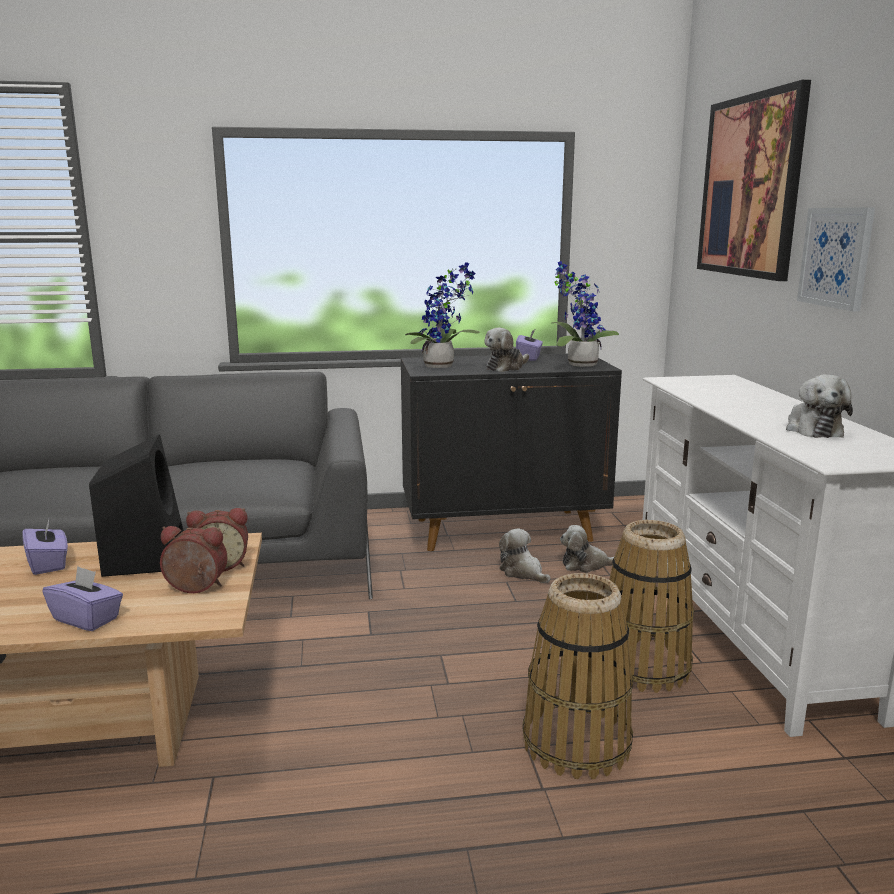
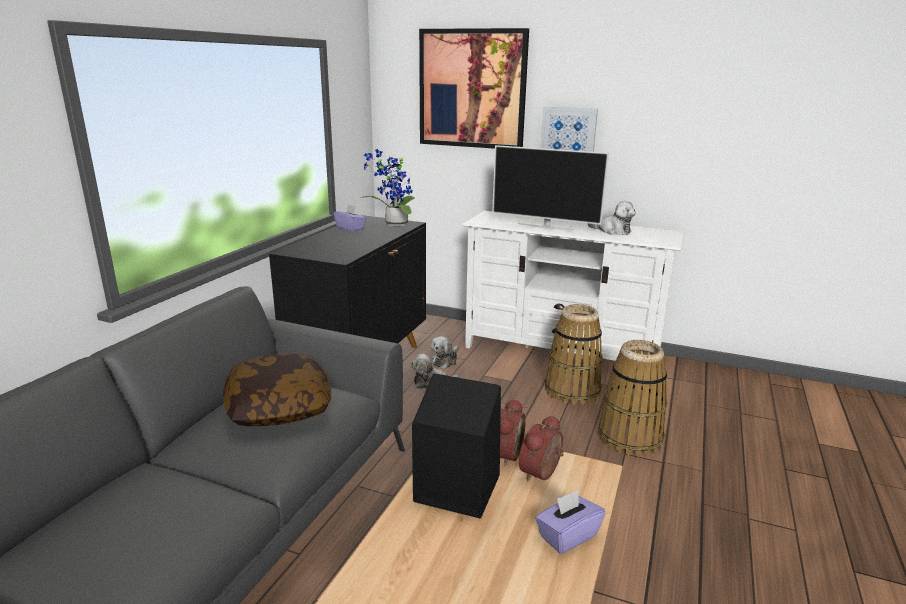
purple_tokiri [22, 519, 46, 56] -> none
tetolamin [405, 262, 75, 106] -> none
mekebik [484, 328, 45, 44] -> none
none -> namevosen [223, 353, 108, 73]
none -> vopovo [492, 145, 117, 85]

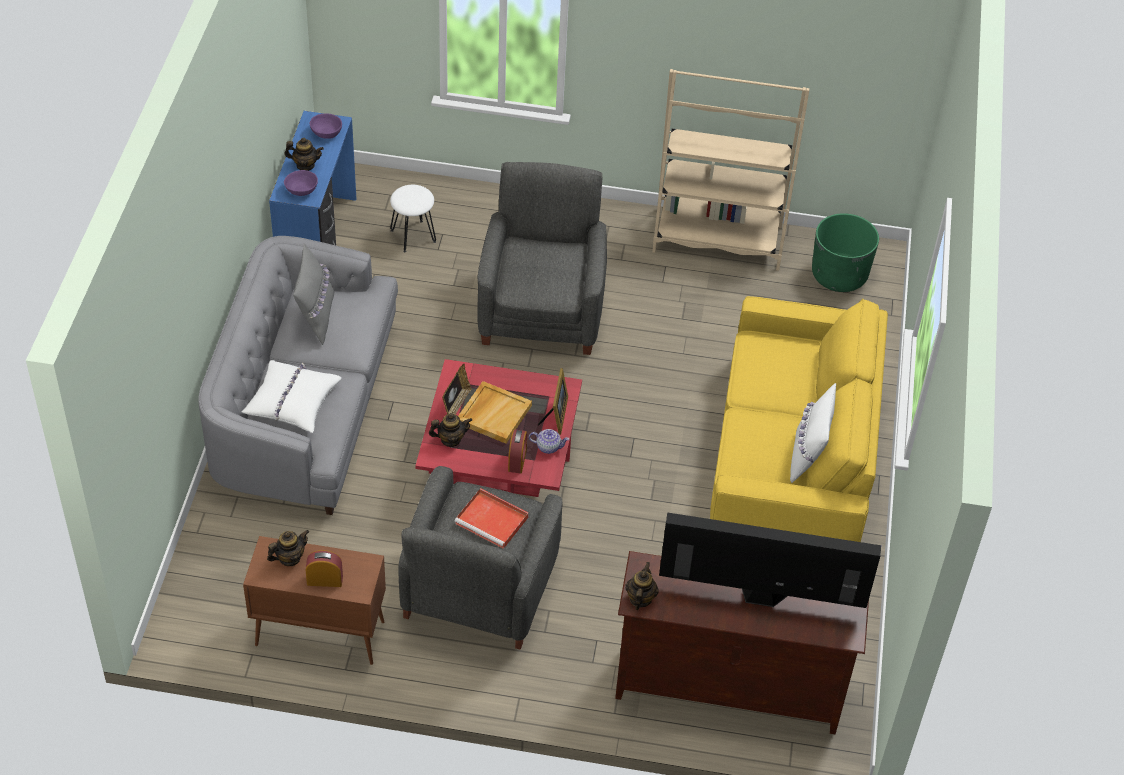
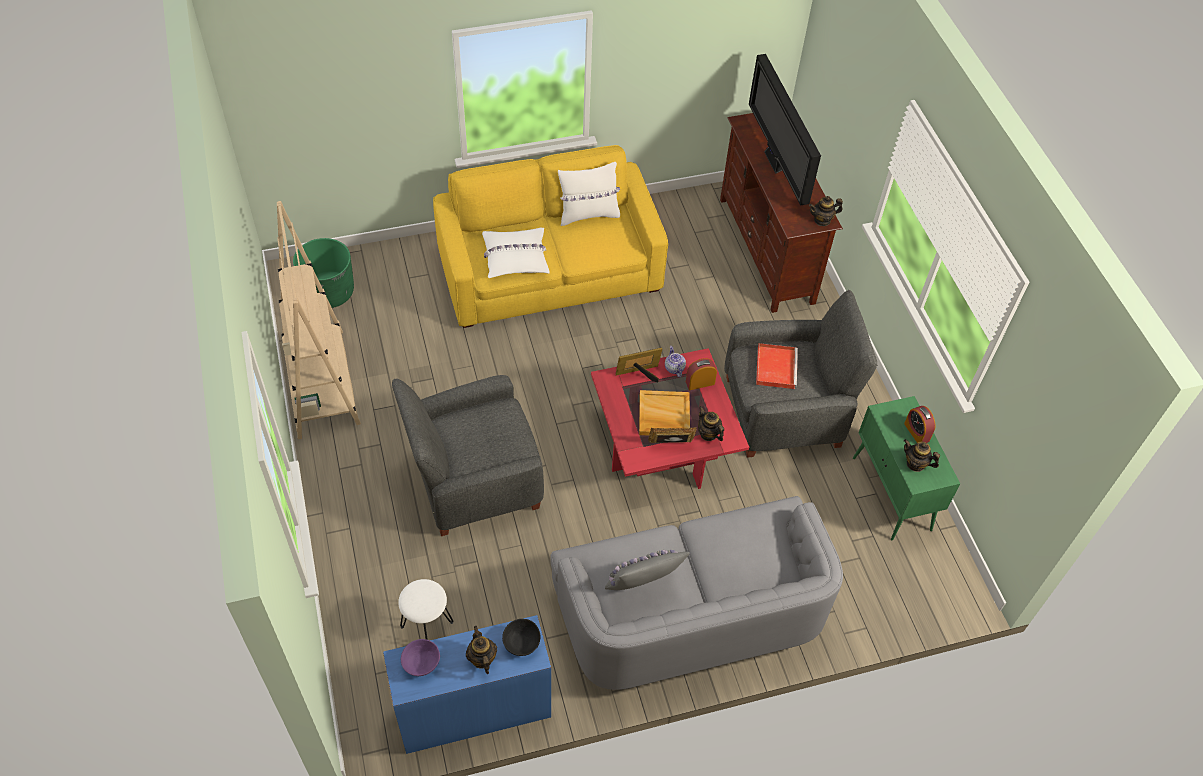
white_namevosen [241, 360, 101, 73] -> white_namevosen [482, 228, 68, 50], relocated
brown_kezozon [243, 536, 143, 129] -> green_kezozon [853, 396, 107, 144]
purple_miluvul [284, 170, 34, 26] -> black_miluvul [502, 619, 39, 37]

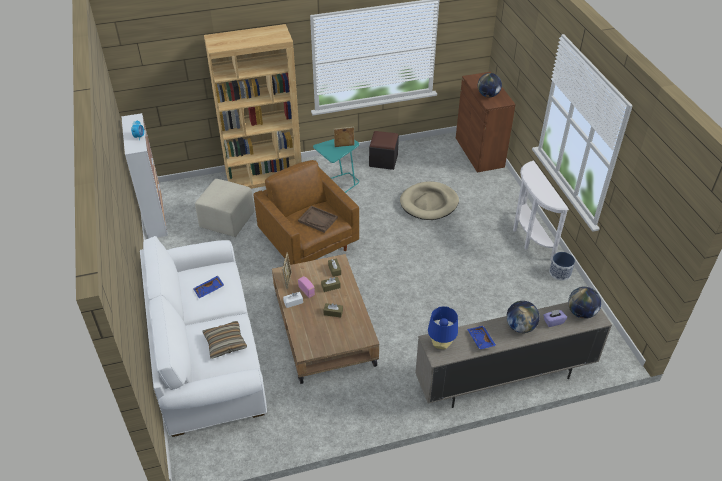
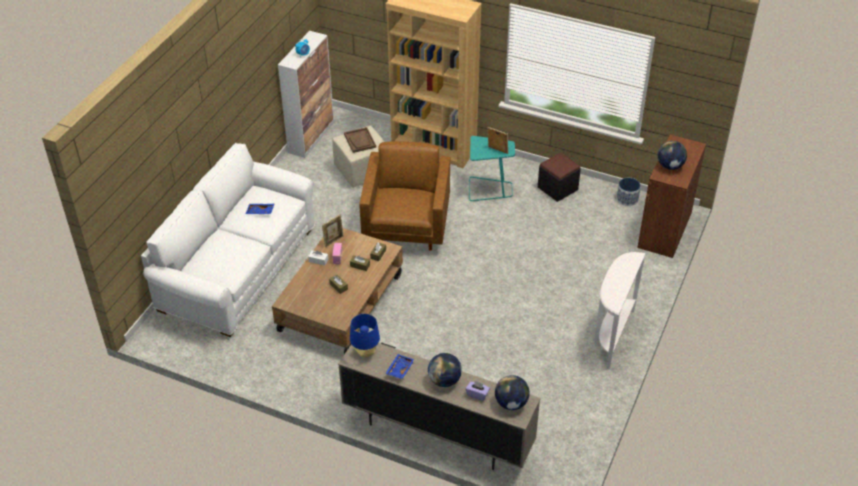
namevosen [202, 321, 45, 38] -> none
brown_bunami [298, 206, 40, 27] -> brown_bunami [344, 127, 32, 26], relocated
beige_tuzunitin [400, 181, 59, 39] -> none
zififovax [549, 252, 26, 29] -> zififovax [617, 178, 24, 28], relocated

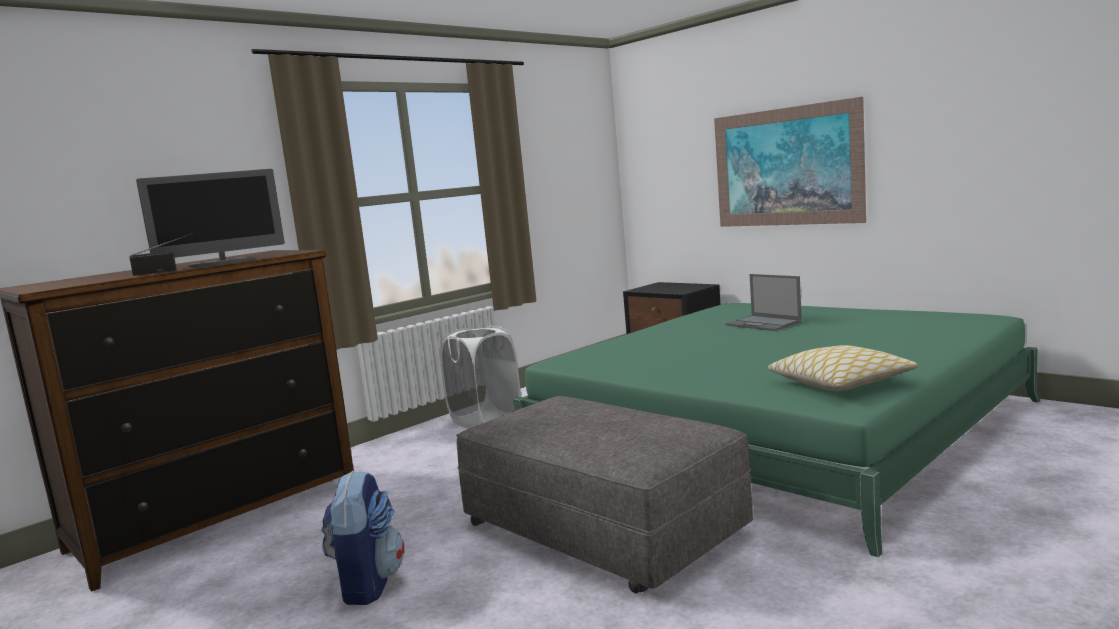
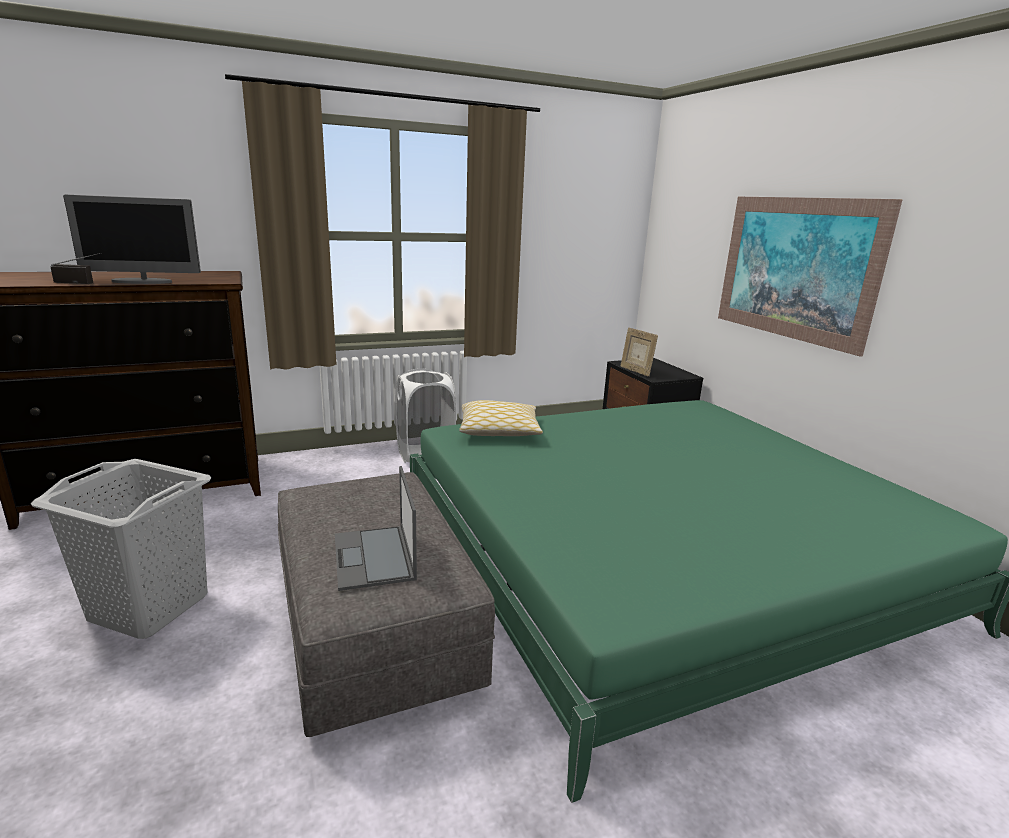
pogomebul [321, 471, 84, 134] -> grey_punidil [31, 459, 181, 180]
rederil [726, 274, 76, 57] -> rederil [335, 466, 82, 125], relocated
namevosen [768, 345, 150, 46] -> namevosen [459, 400, 84, 36], relocated
none -> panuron [620, 328, 38, 48]

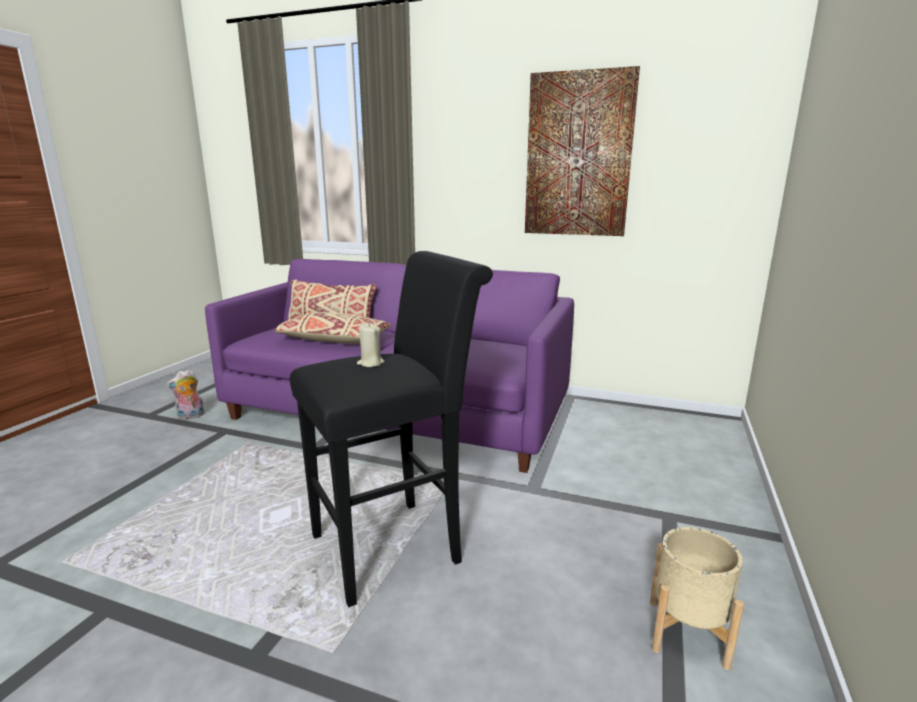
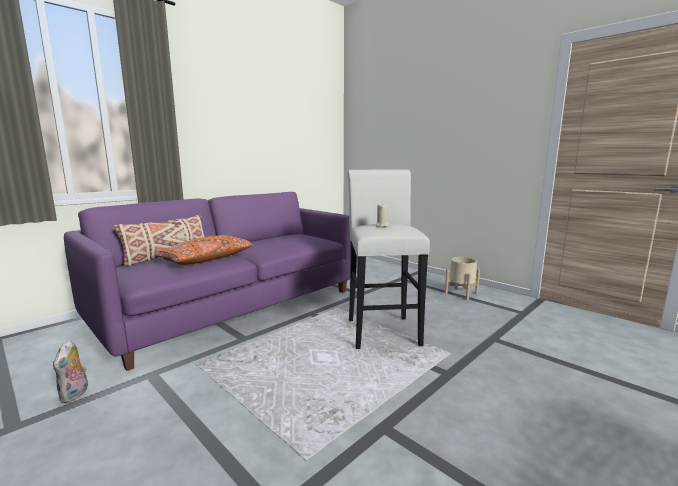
beige_namevosen [274, 312, 117, 32] -> orange_namevosen [154, 235, 101, 30]
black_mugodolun [290, 251, 203, 356] -> white_mugodolun [348, 170, 82, 179]
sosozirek [525, 66, 115, 170] -> none

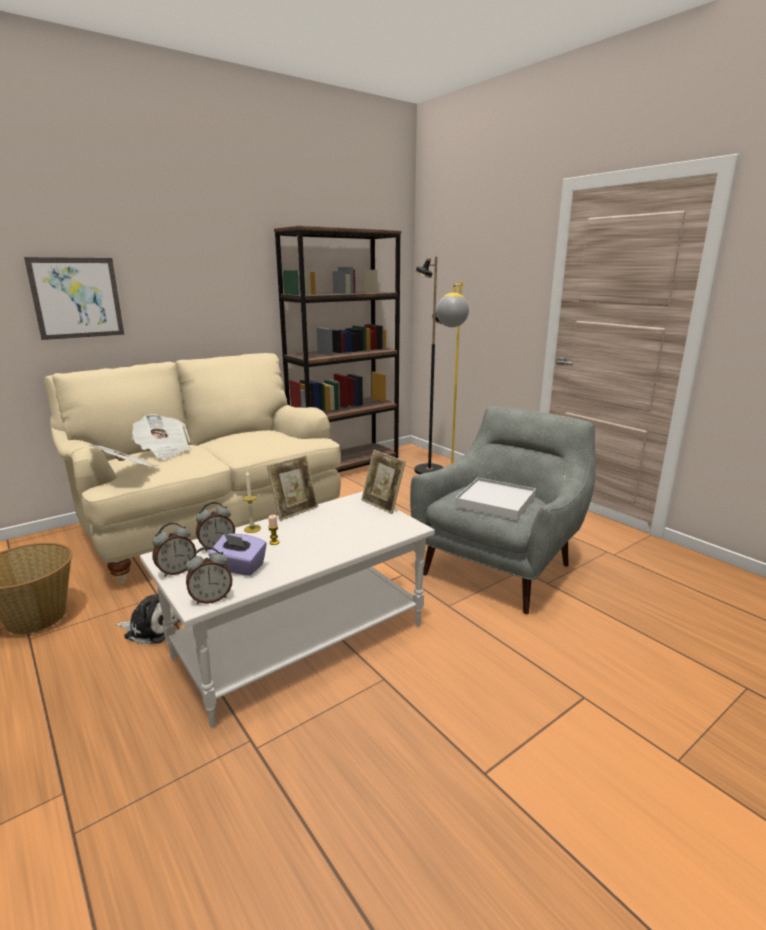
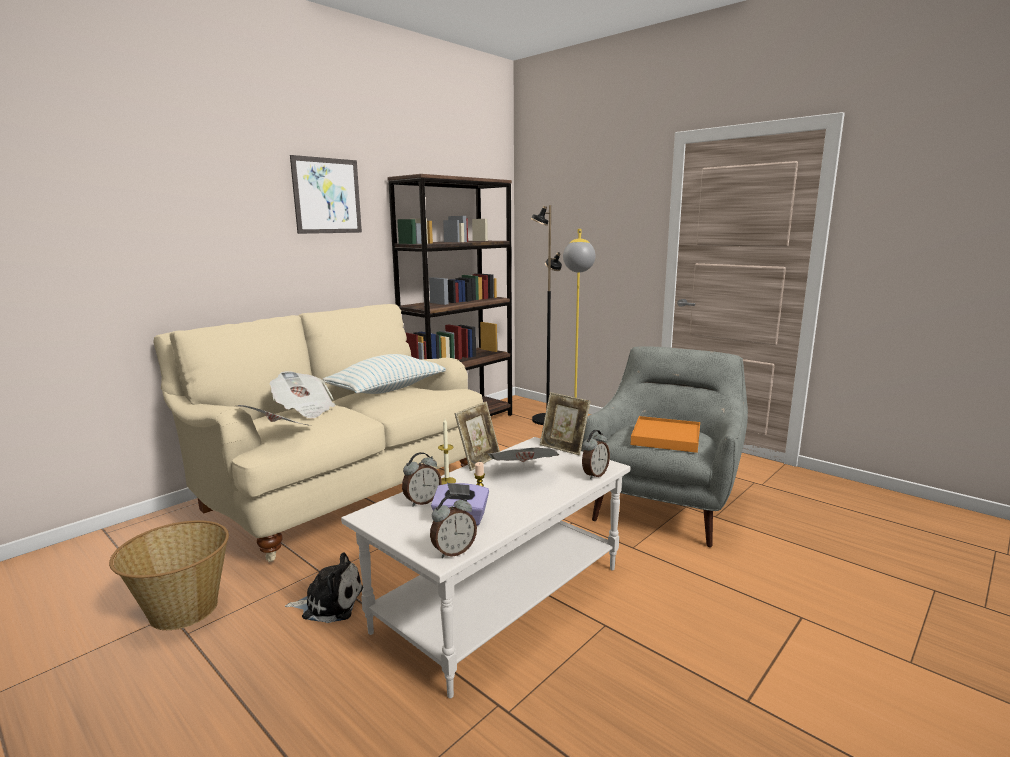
sosozirek [24, 257, 100, 83] -> sosozirek [290, 155, 72, 79], relocated
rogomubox [152, 523, 44, 54] -> rogomubox [582, 430, 28, 49], relocated
white_bunami [455, 478, 81, 42] -> orange_bunami [630, 416, 70, 37]
none -> namevosen [323, 354, 123, 40]
none -> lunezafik [488, 448, 71, 14]

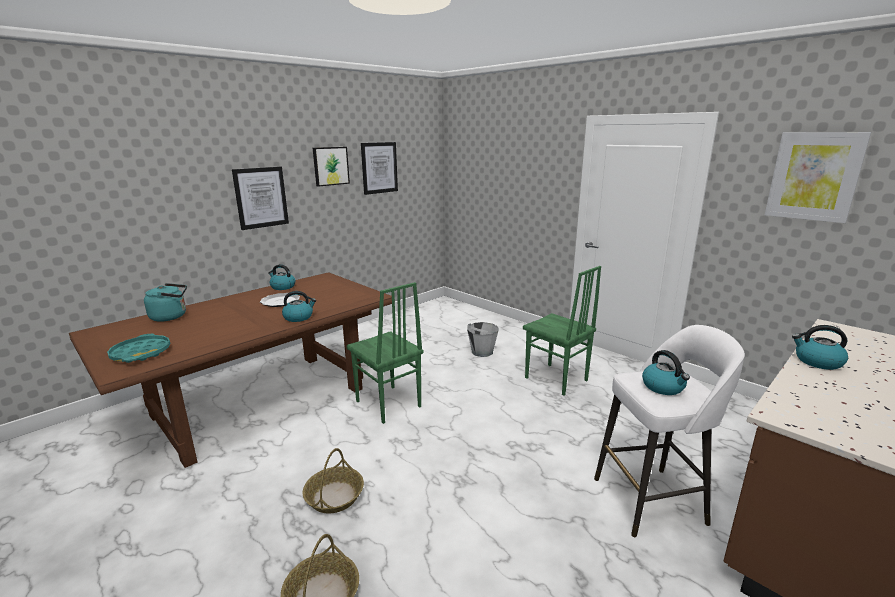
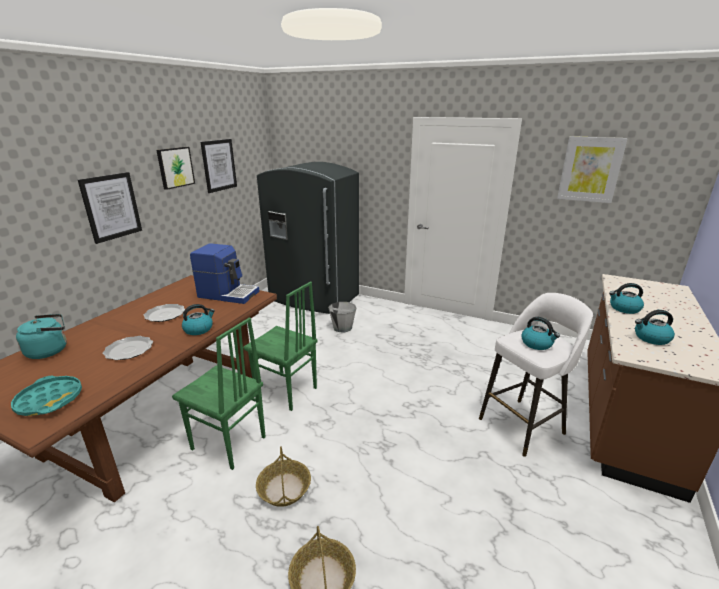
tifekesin [268, 264, 27, 26] -> tifekesin [635, 310, 40, 35], relocated
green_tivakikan [523, 266, 78, 130] -> green_tivakikan [172, 317, 94, 153], relocated
none -> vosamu [103, 336, 50, 24]
none -> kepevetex [190, 244, 69, 60]
none -> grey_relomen [257, 162, 102, 152]

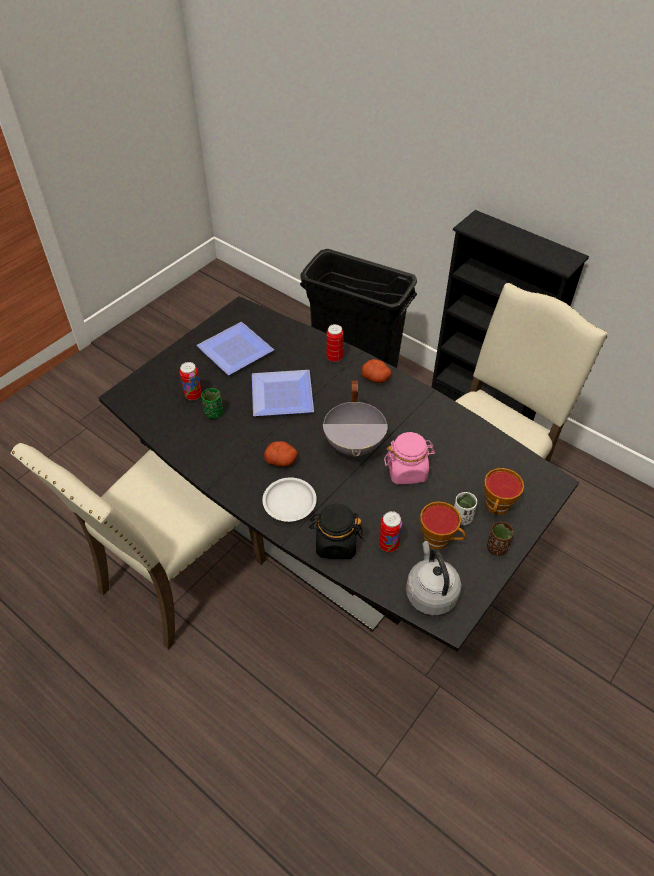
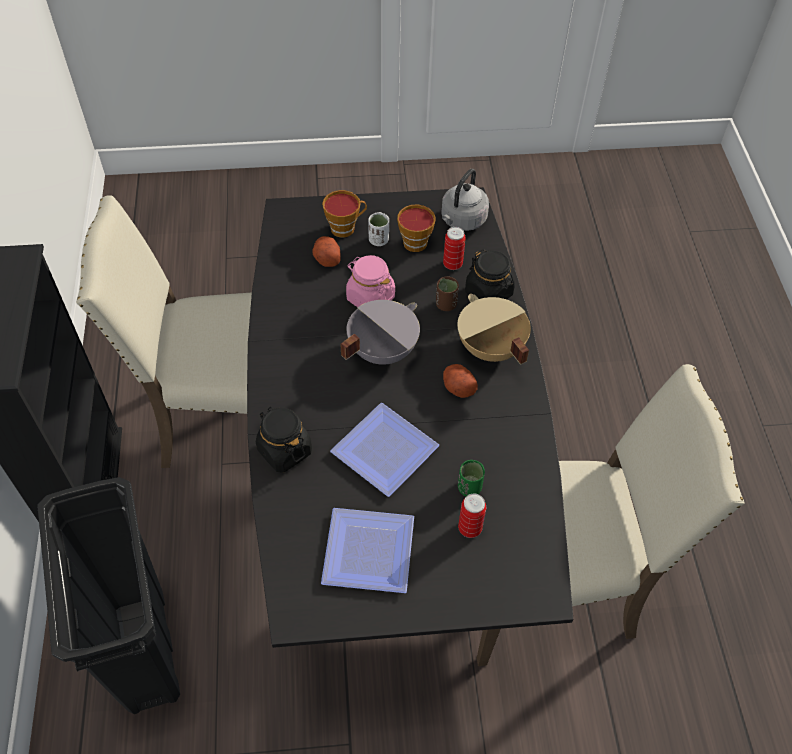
white_vosamu [262, 477, 55, 45] -> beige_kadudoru [457, 294, 74, 71]
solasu [326, 324, 18, 38] -> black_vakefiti [256, 407, 56, 66]
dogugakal [361, 359, 30, 24] -> dogugakal [312, 236, 29, 31], relocated
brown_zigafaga [487, 522, 27, 34] -> brown_zigafaga [436, 276, 23, 35], relocated

